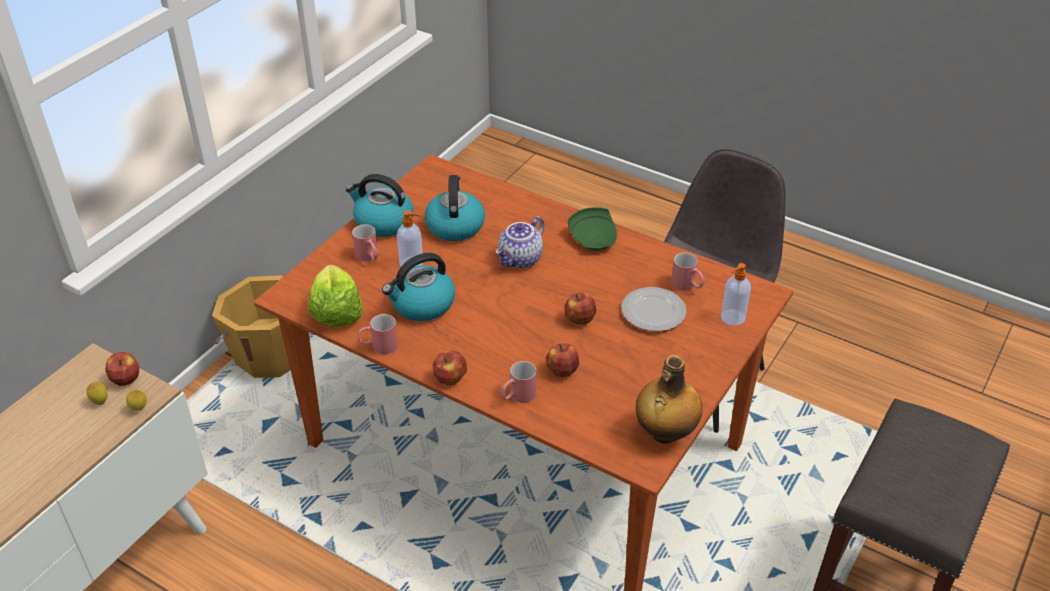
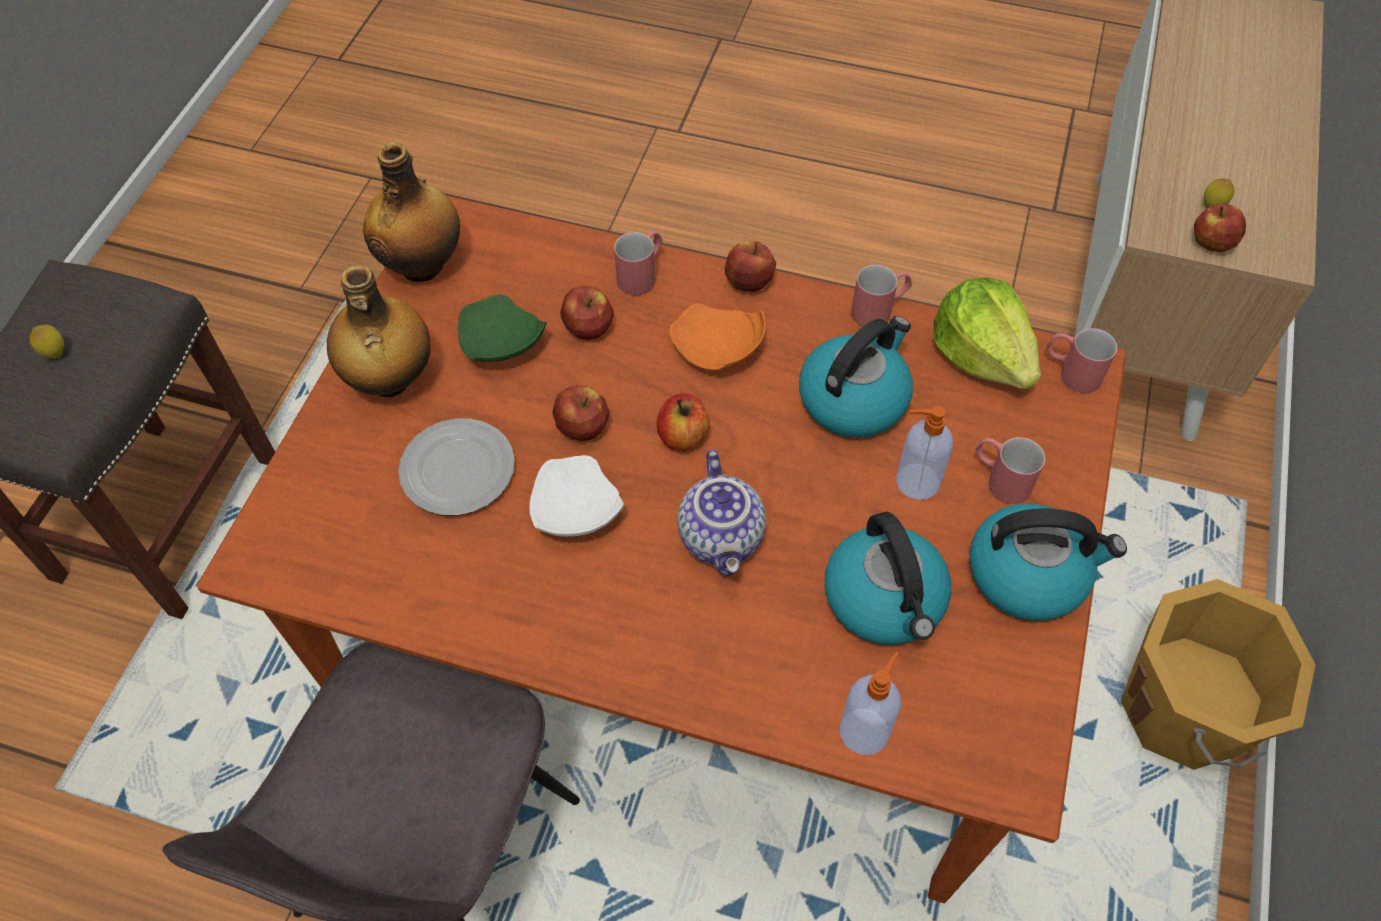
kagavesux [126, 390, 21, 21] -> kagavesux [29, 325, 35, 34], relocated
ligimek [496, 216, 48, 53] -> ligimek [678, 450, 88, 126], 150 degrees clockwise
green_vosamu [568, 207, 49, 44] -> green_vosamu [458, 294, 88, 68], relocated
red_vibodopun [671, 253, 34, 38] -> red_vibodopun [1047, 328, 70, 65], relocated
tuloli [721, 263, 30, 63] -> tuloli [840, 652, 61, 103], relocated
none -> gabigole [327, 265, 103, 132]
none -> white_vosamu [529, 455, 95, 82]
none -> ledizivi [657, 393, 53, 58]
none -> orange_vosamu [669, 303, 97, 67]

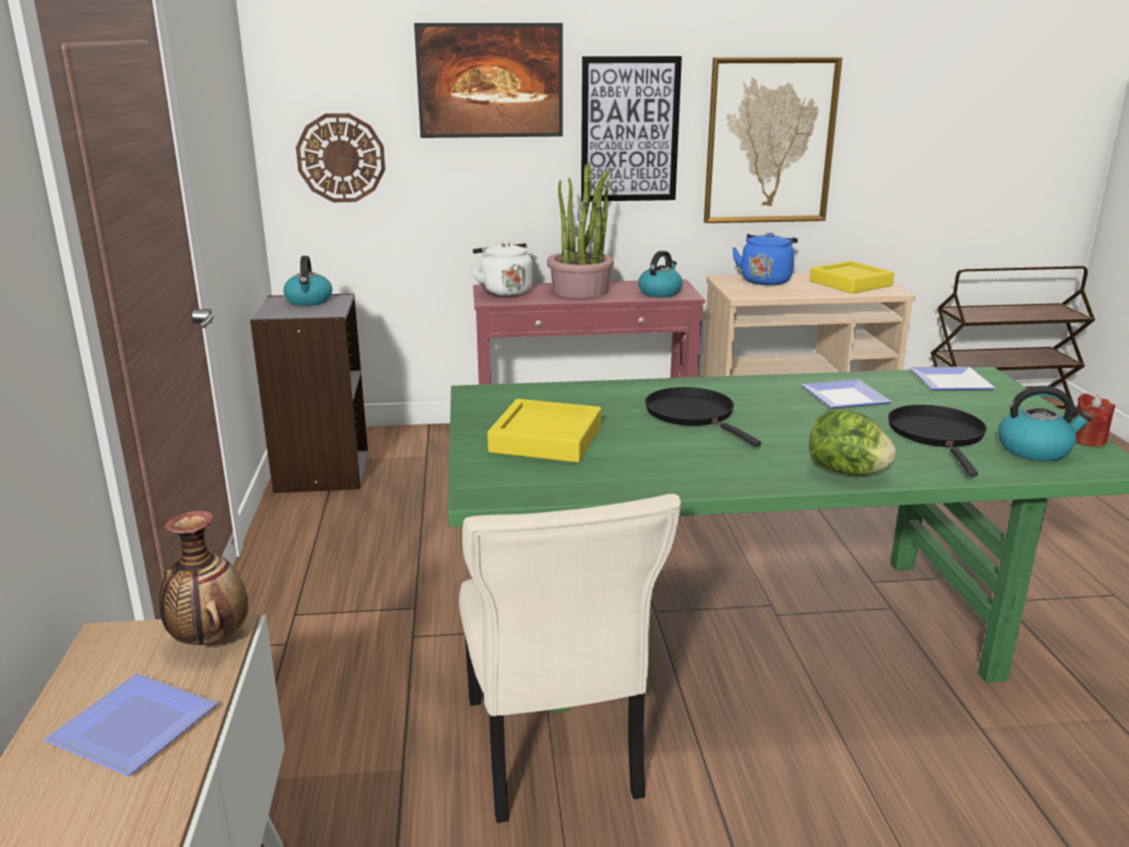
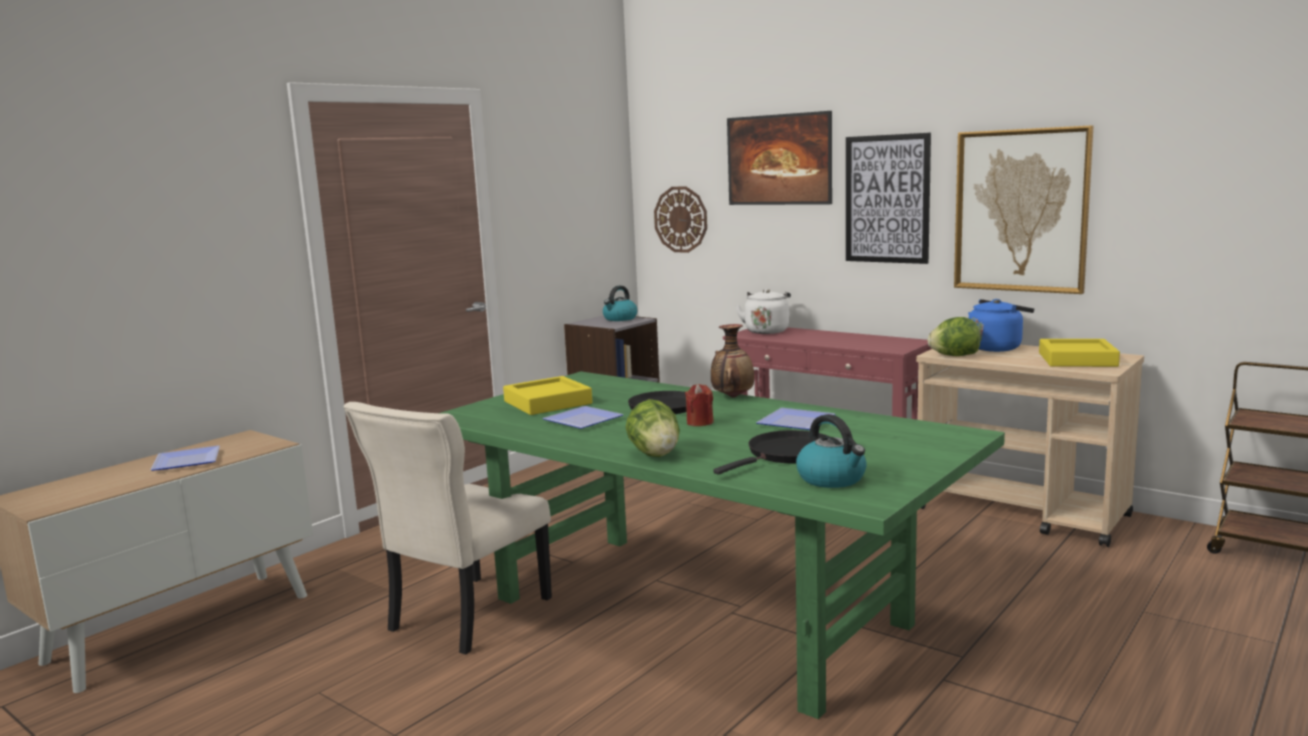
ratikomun [159, 510, 89, 135] -> ratikomun [711, 324, 43, 74], relocated
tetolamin [547, 163, 67, 135] -> none
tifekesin [638, 251, 45, 46] -> none
vosamu [909, 367, 87, 23] -> vosamu [542, 406, 82, 23], relocated
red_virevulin [1074, 393, 41, 54] -> red_virevulin [685, 384, 29, 42], relocated
none -> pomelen [927, 317, 53, 39]

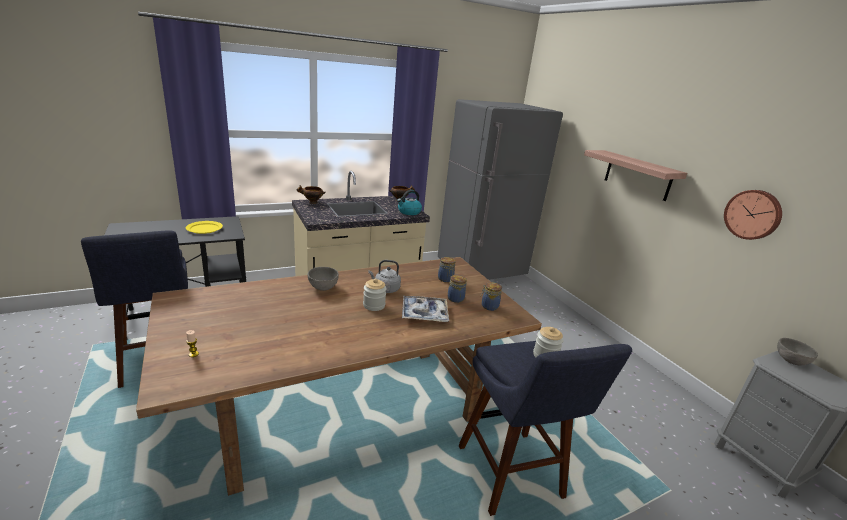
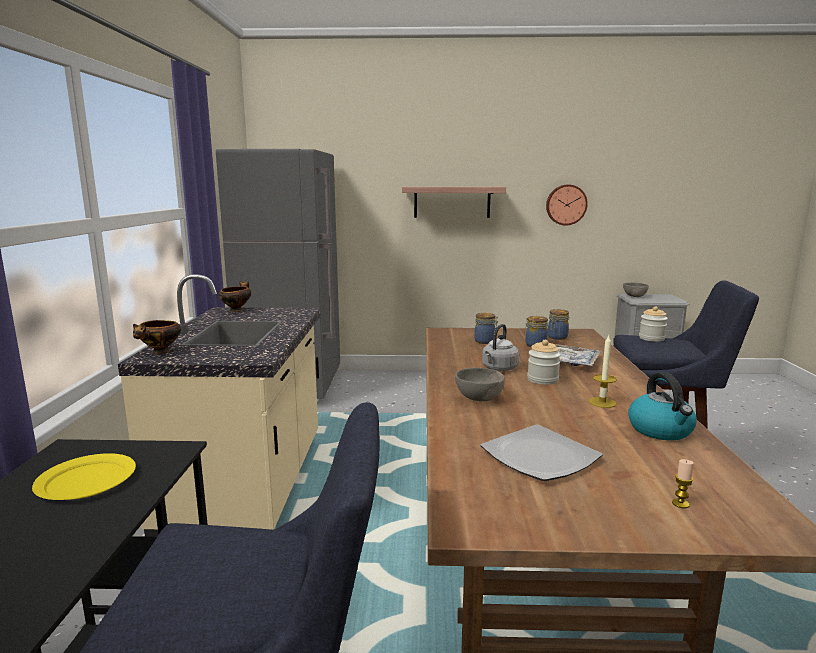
tifekesin [397, 190, 25, 25] -> tifekesin [628, 372, 69, 68], relocated
none -> vosamu [481, 424, 122, 57]
none -> virevulin [589, 335, 28, 73]

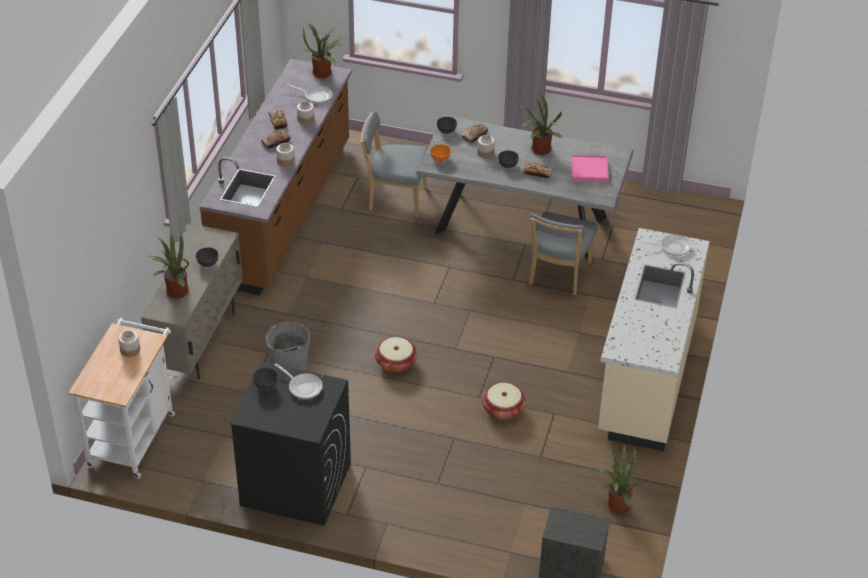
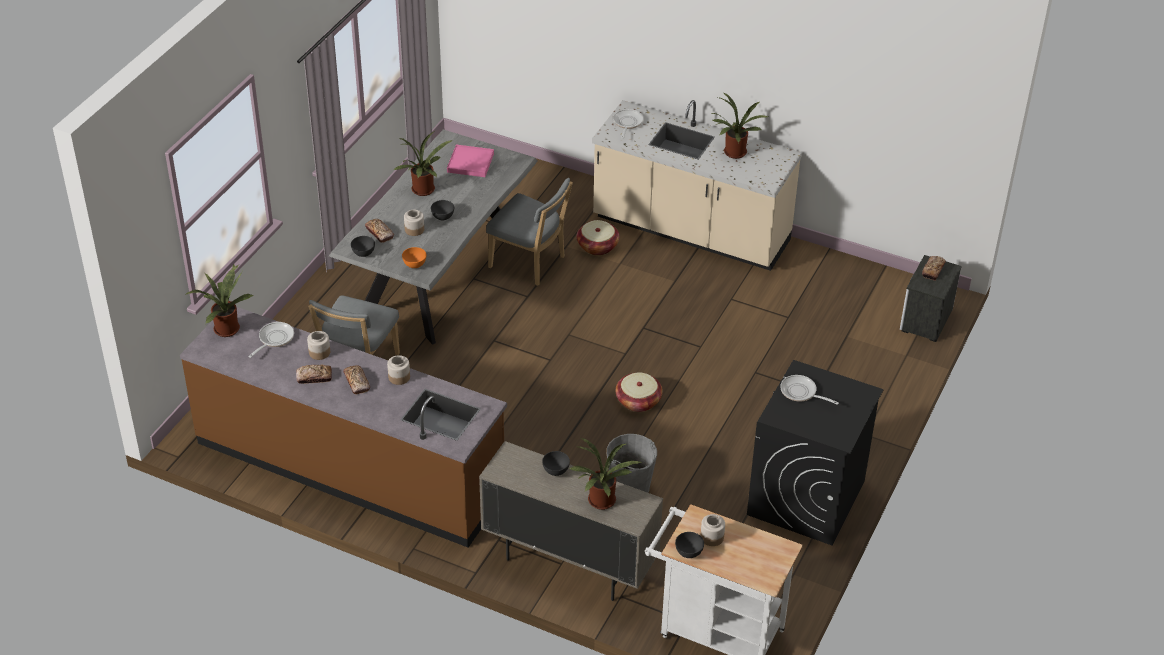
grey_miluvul [253, 368, 25, 22] -> grey_miluvul [675, 532, 29, 26], relocated
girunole [275, 363, 48, 36] -> girunole [780, 375, 59, 30], 105 degrees counterclockwise
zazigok [482, 383, 44, 37] -> zazigok [577, 220, 42, 36], relocated
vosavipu [523, 162, 30, 17] -> vosavipu [922, 256, 24, 25], relocated
tetolamin [595, 443, 44, 71] -> tetolamin [711, 92, 57, 67], relocated

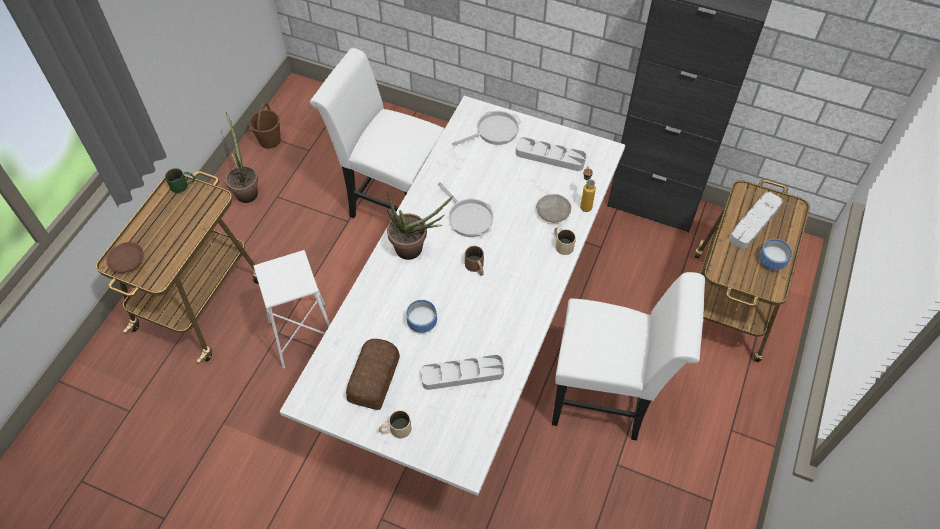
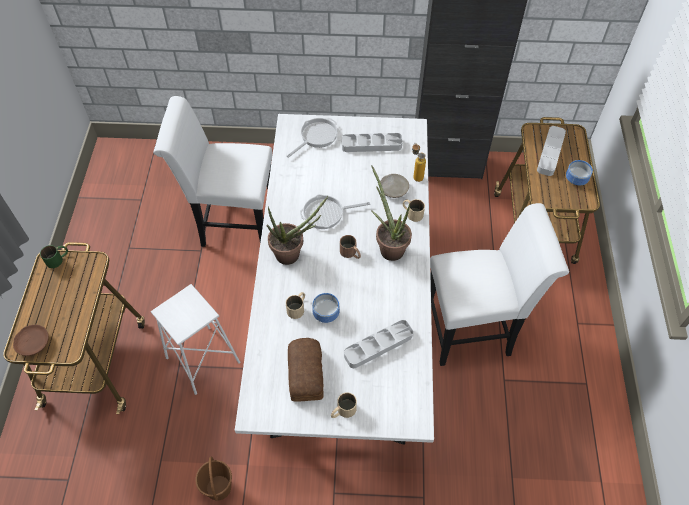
tetolamin [225, 112, 33, 91] -> tetolamin [371, 165, 41, 96], relocated
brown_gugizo [249, 103, 32, 46] -> brown_gugizo [195, 457, 37, 44], relocated
girunole [438, 182, 56, 55] -> girunole [300, 194, 70, 35], 135 degrees clockwise
none -> beige_vibodopun [286, 292, 19, 27]

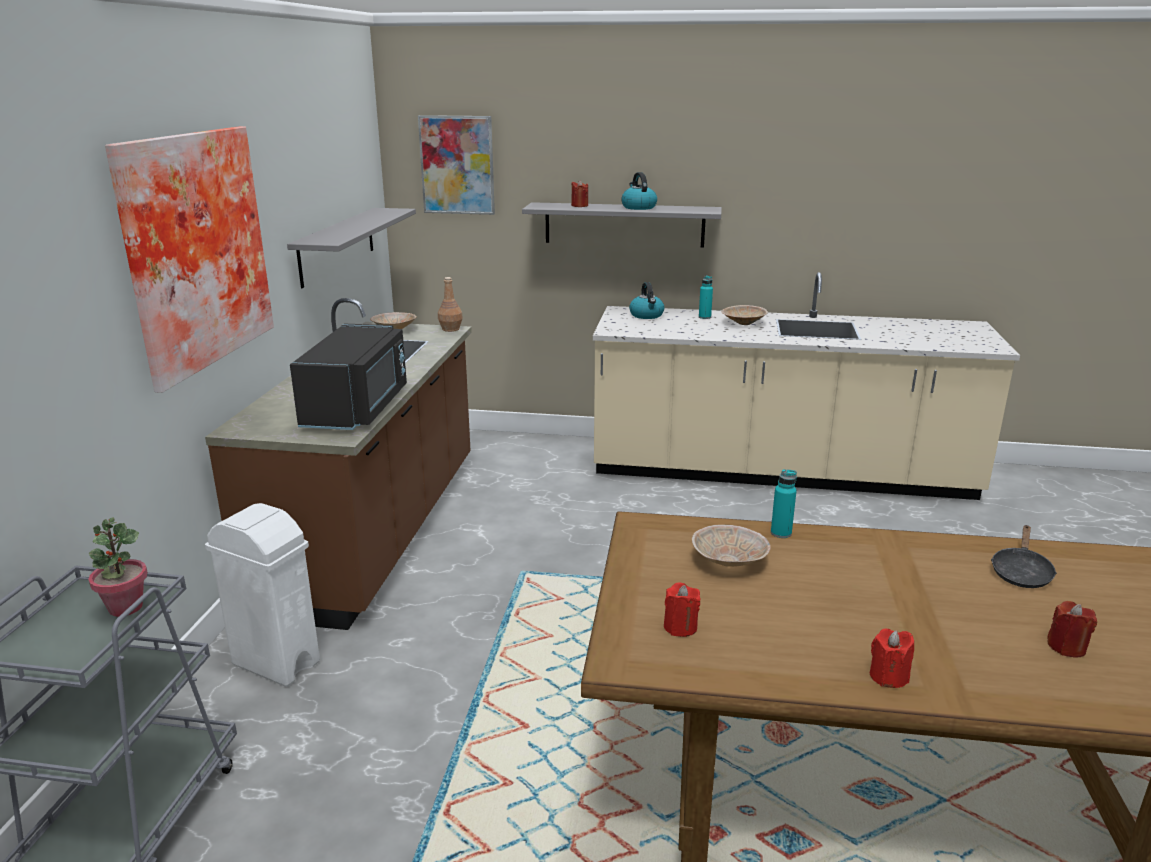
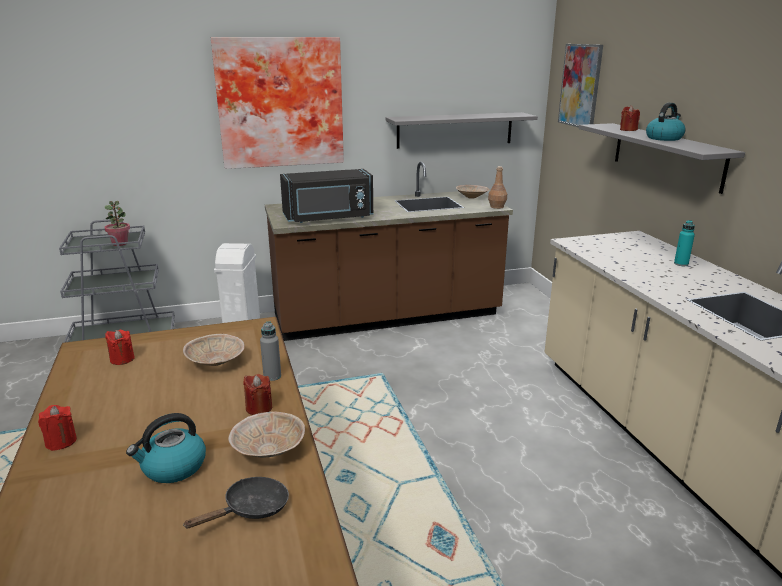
tifekesin [629, 282, 36, 37] -> tifekesin [126, 413, 80, 70], relocated
beige_miluvul [722, 305, 46, 20] -> beige_miluvul [228, 411, 77, 46], relocated
turquoise_gabigole [771, 469, 26, 69] -> grey_gabigole [260, 322, 21, 59]
black_girunole [991, 525, 66, 63] -> black_girunole [183, 477, 106, 51], 135 degrees clockwise
red_virevulin [1047, 601, 50, 57] -> red_virevulin [243, 374, 29, 41], relocated

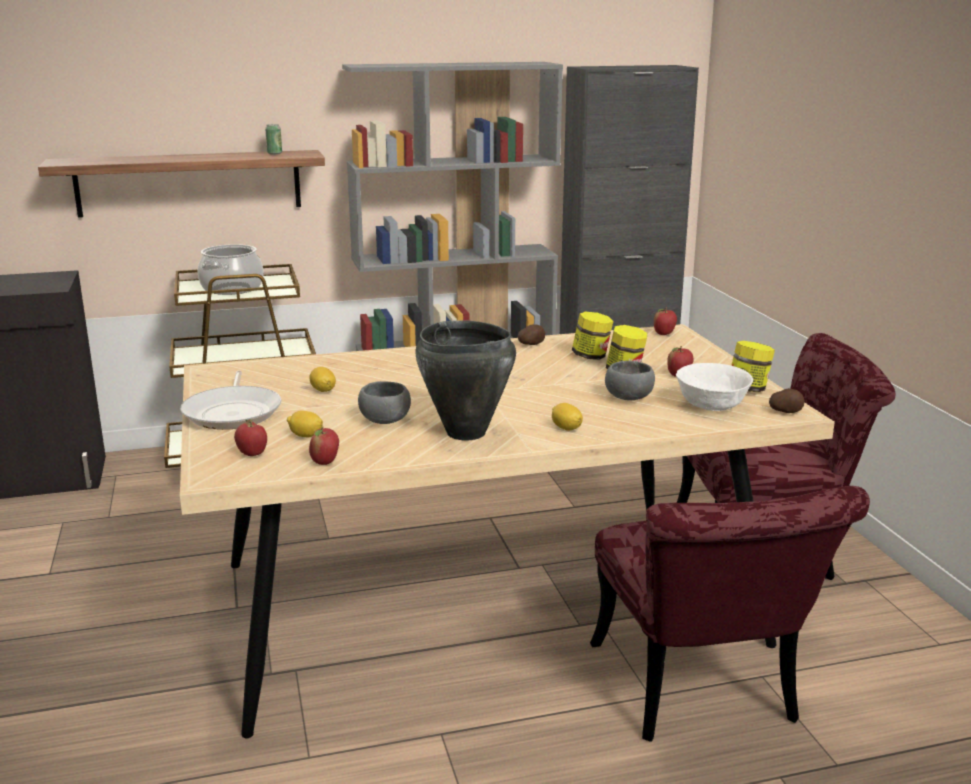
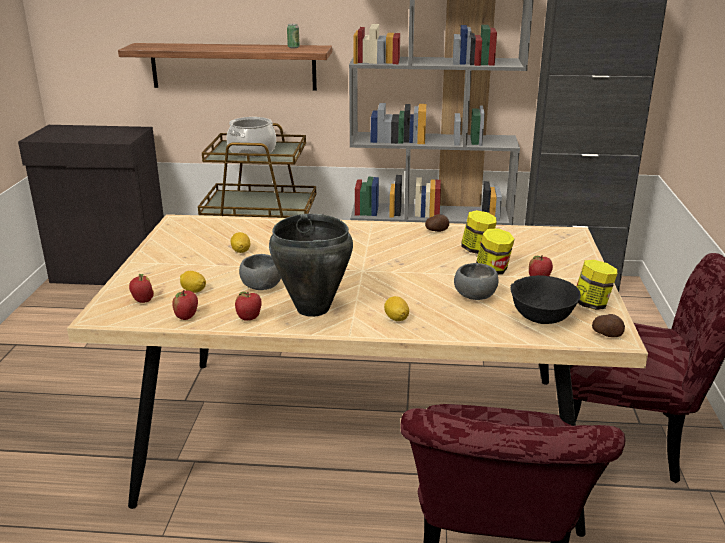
girunole [181, 371, 101, 59] -> none
ledizivi [654, 308, 23, 27] -> ledizivi [235, 291, 27, 30], relocated
white_miluvul [676, 363, 77, 48] -> black_miluvul [510, 275, 71, 49]

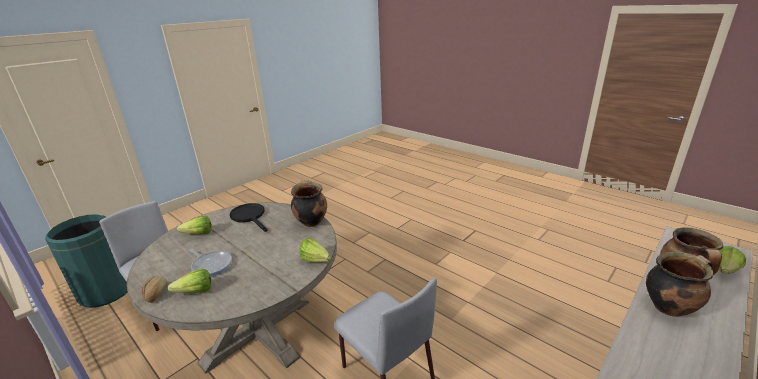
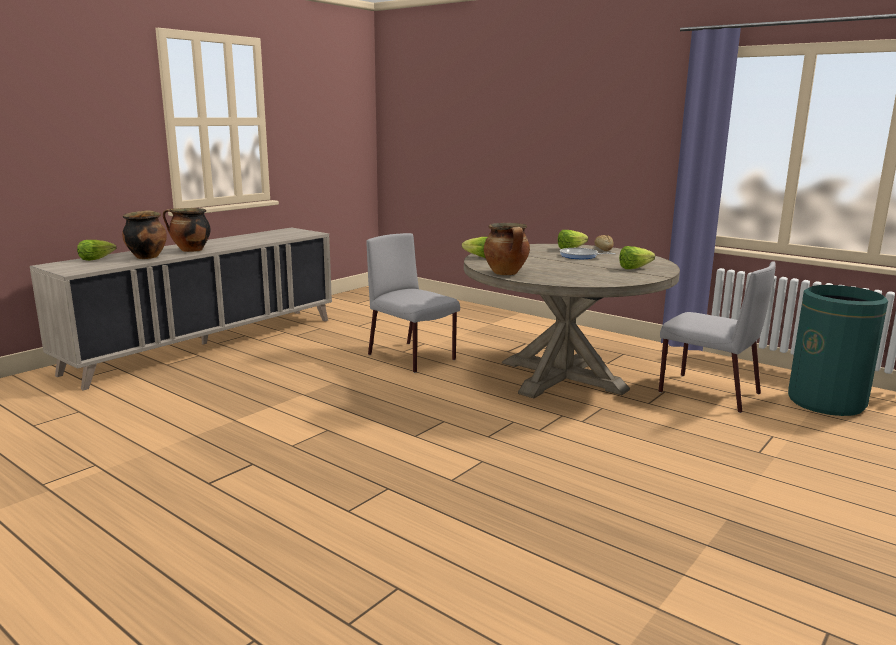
black_girunole [230, 203, 37, 29] -> none

